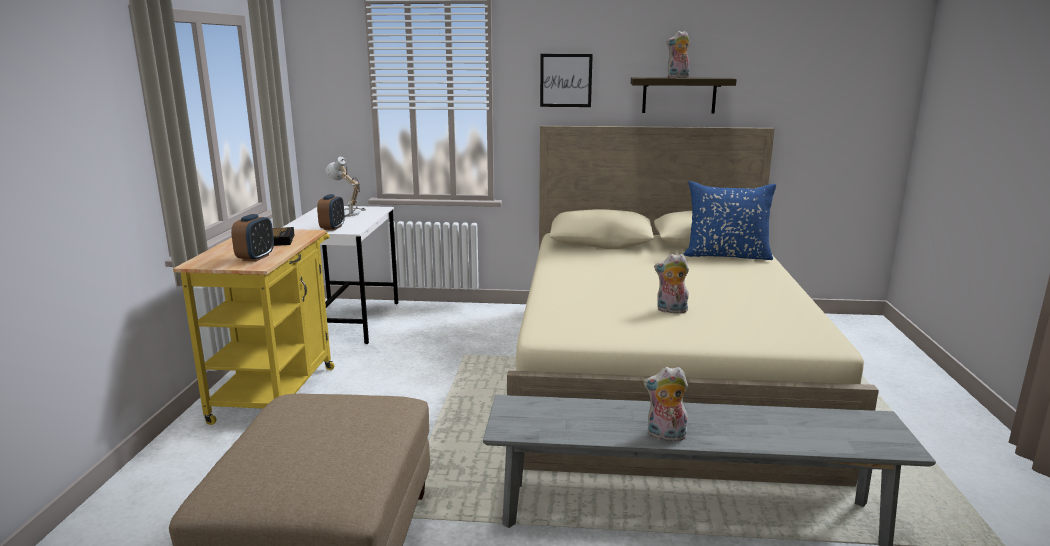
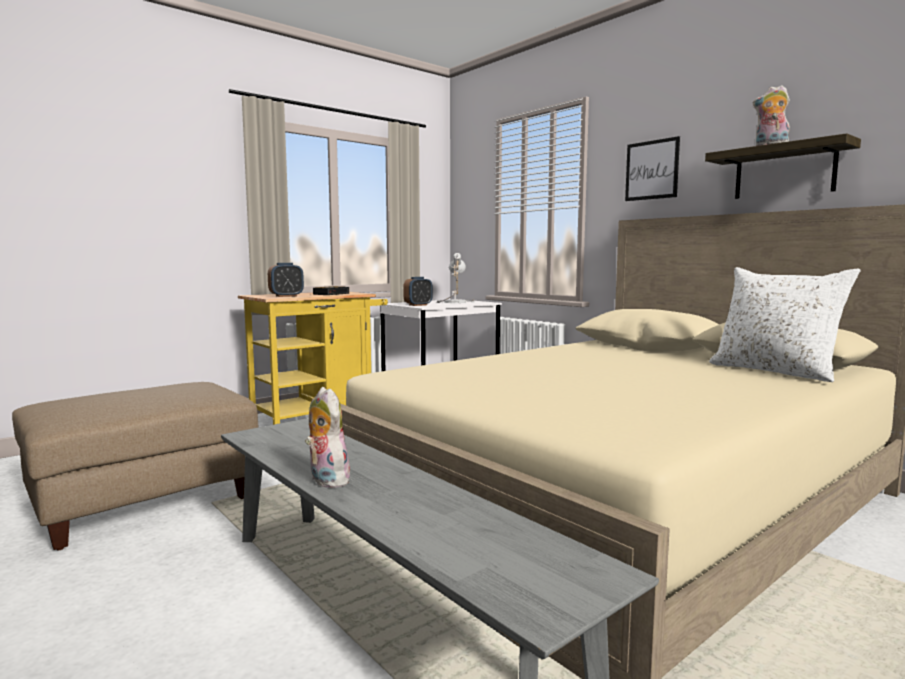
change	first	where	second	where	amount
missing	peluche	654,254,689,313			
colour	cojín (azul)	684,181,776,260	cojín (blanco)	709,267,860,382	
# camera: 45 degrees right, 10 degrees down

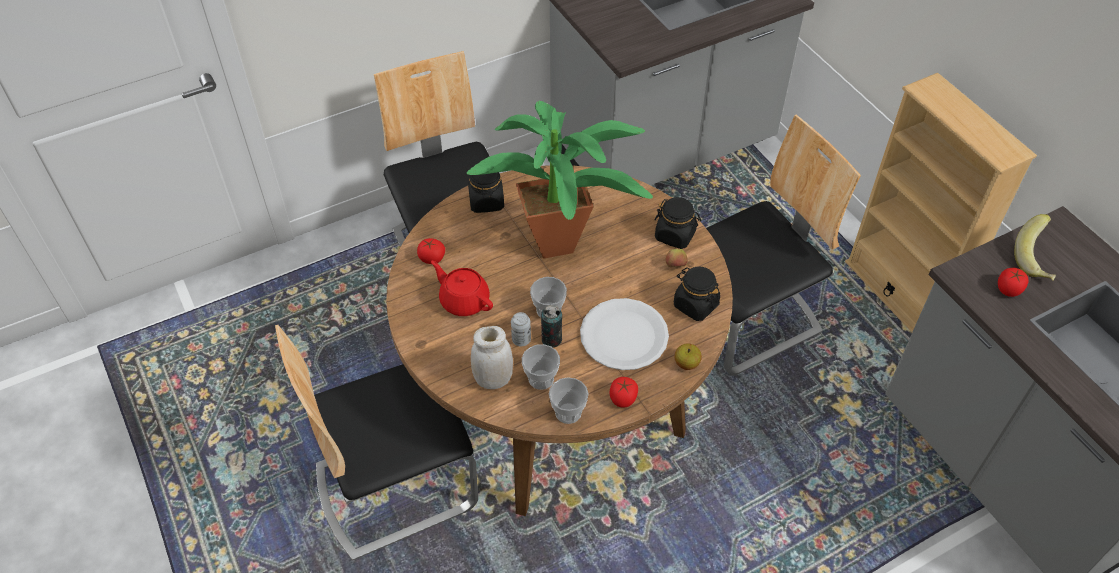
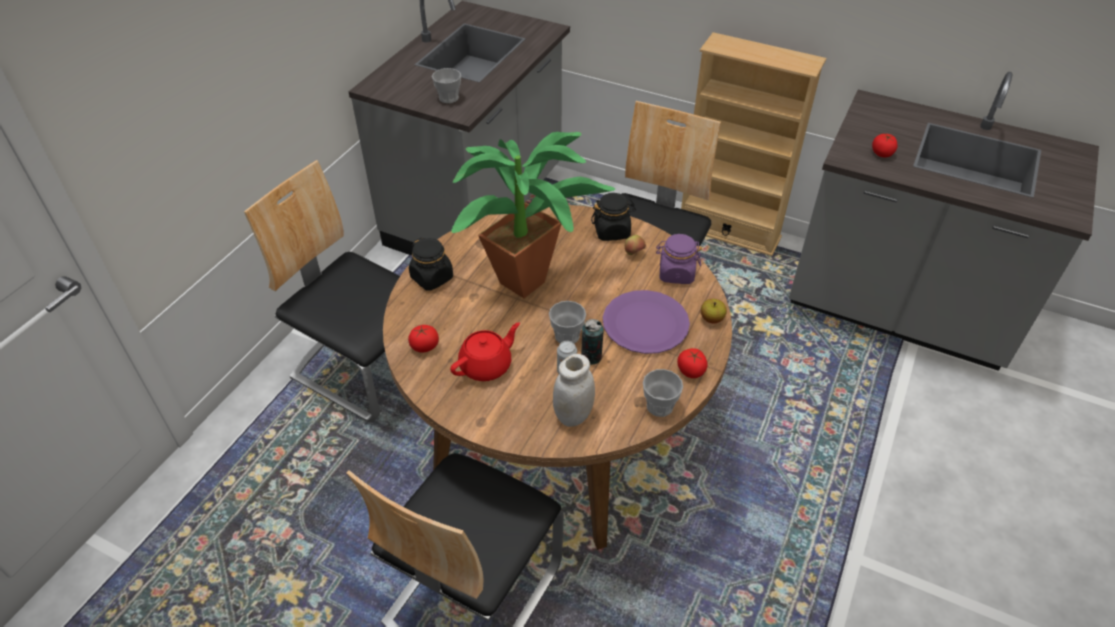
change	first	where	second	where	amount
missing	plátano	1014,214,1056,281			
relocated	taza	522,344,560,390		432,68,461,103	
colour	plato (blanco)	580,298,669,370	plato (morado)	603,290,690,354	
colour	tarro (negro)	674,267,720,321	tarro (morado)	656,234,702,284	
spun	tetera (rojo)	431,261,493,316		450,322,520,381	135 degrees clockwise
# camera: 35 degrees left, 5 degrees down

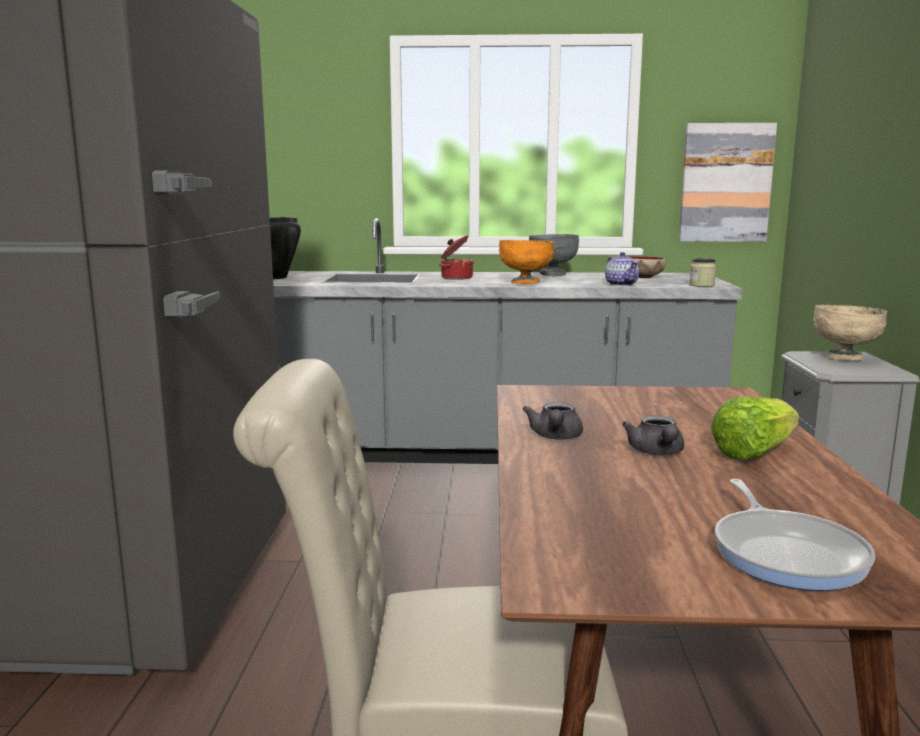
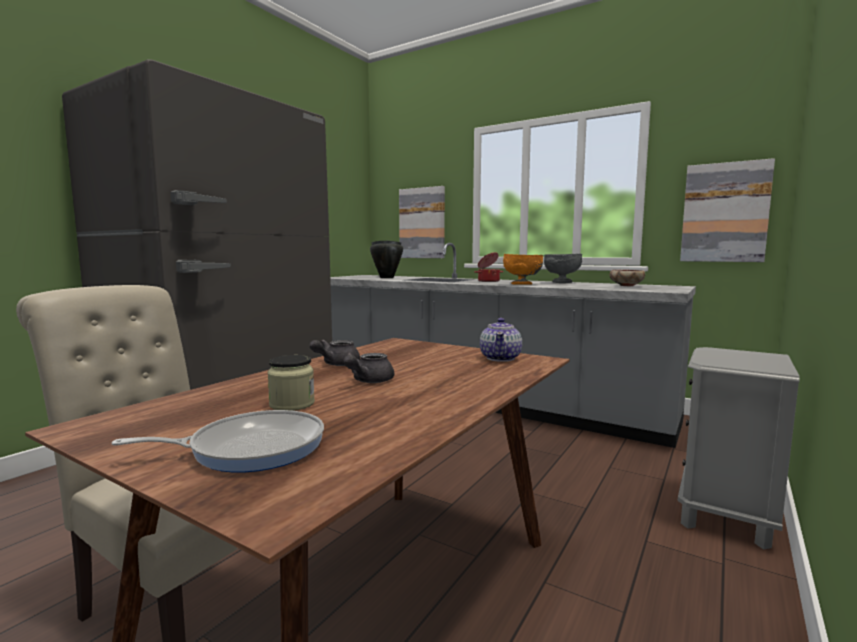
change	first	where	second	where	amount
missing	lechuga	711,397,799,460			
missing	cuenco (beis)	813,305,887,360			
appeared			cuadro	399,186,445,258	
relocated	tetera	605,252,639,286		480,318,522,362	
relocated	tarro	689,258,716,287		268,355,315,411	
spun	sartén	715,479,875,591		112,410,324,472	135 degrees counterclockwise
# camera: 30 degrees right, 5 degrees down

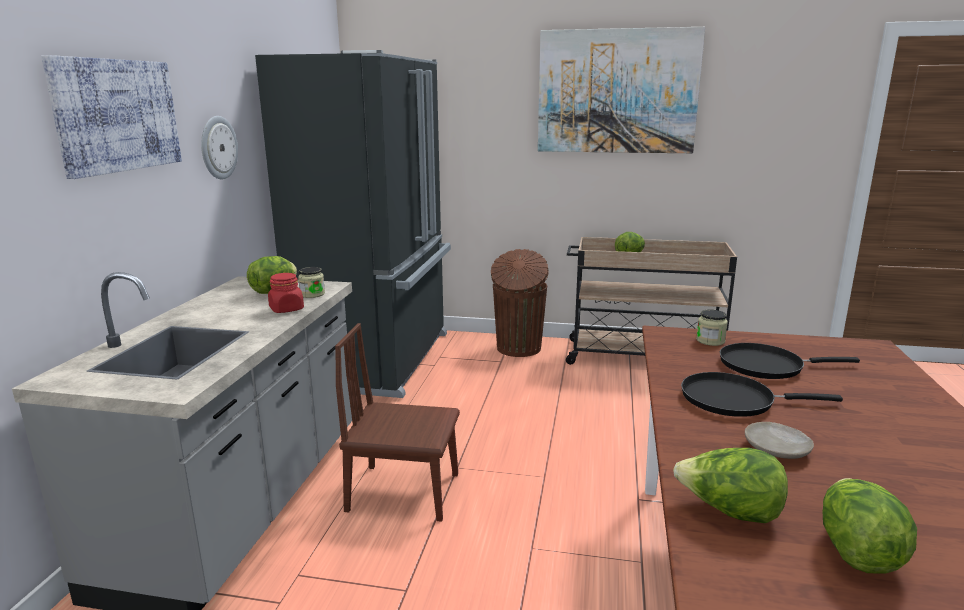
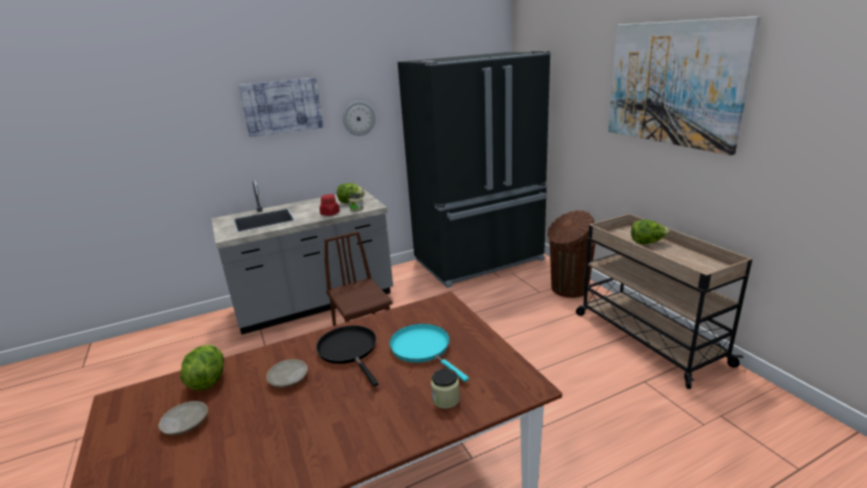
change	first	where	second	where	amount
relocated	tarro	696,309,728,346		431,368,460,409	
exchanged	lechuga	823,478,917,574	plato (beis)	158,401,208,435	
colour	sartén (negro)	720,343,860,379	sartén (turquesa)	389,324,469,382	
# camera: 55 degrees right, 5 degrees up

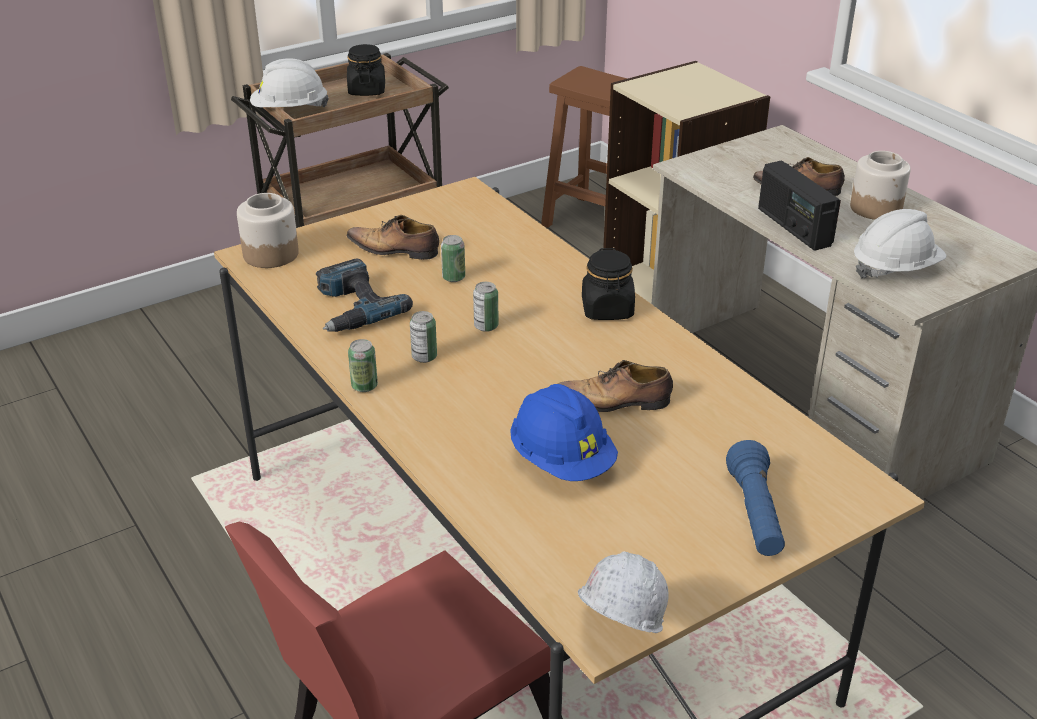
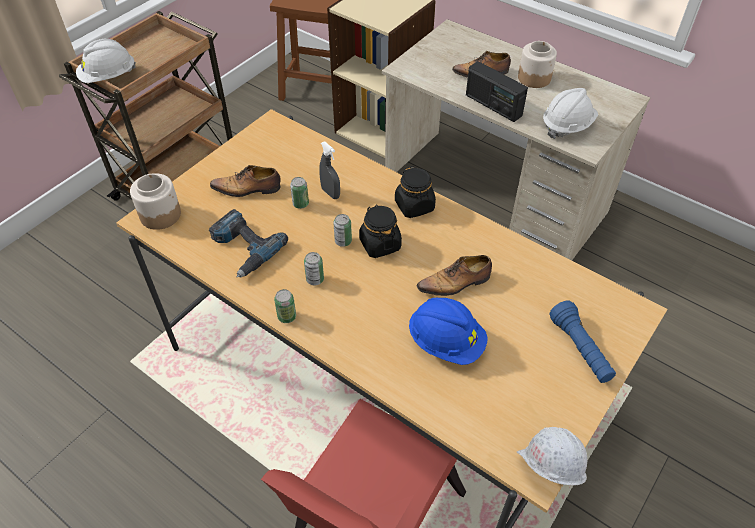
change	first	where	second	where	amount
appeared			pulverizador (gris)	319,142,340,199	
relocated	tarro (negro)	347,44,385,96		359,204,402,258	
# camera: 20 degrees left, 15 degrees up

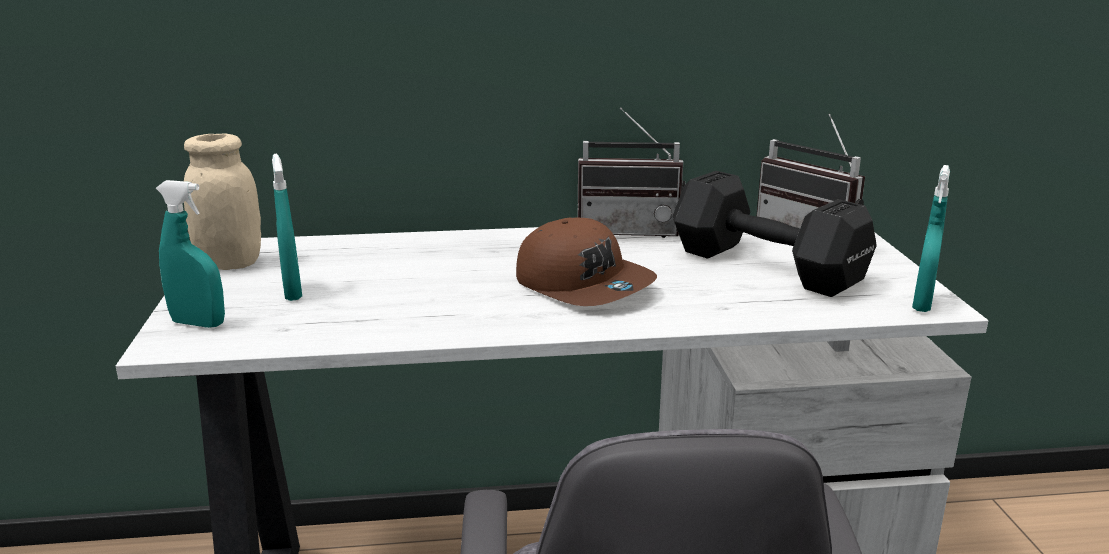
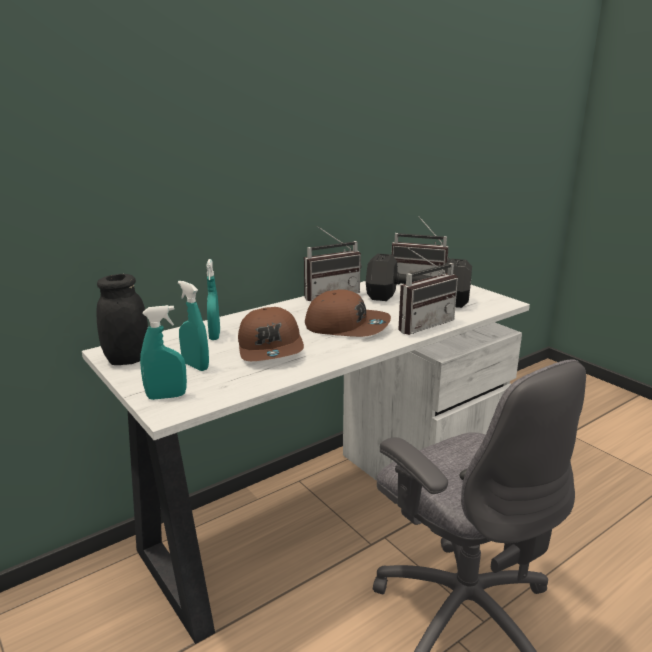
change	first	where	second	where	amount
appeared			gorra (marrón)	238,307,304,361	
appeared			radio	398,248,458,335	
relocated	pulverizador (turquesa)	912,165,950,312		206,259,220,340	
colour	tarro (beis)	184,134,261,270	tarro (negro)	96,274,148,365	
# camera: 30 degrees left, 0 degrees up

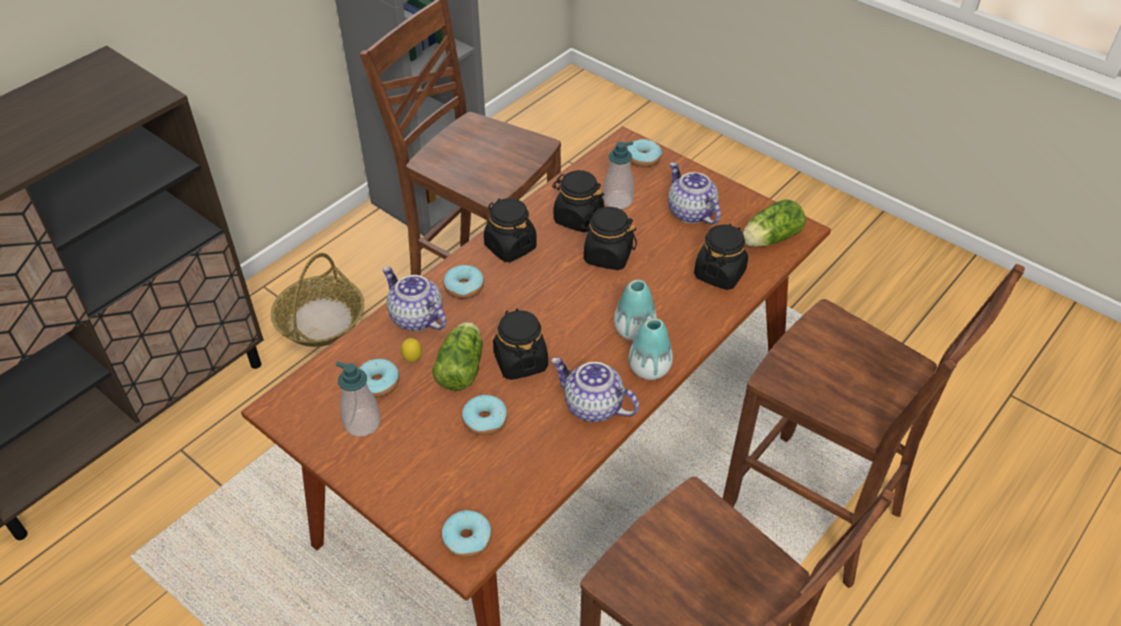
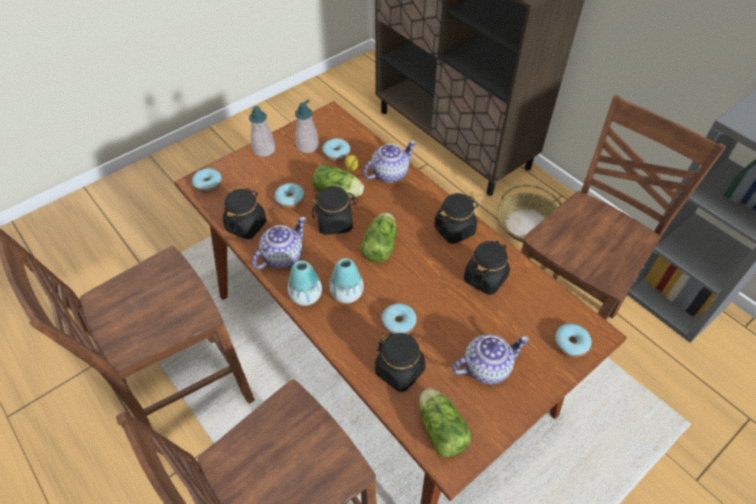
change	first	where	second	where	amount
appeared			lechuga	360,212,397,263	
relocated	rosquilla	444,265,484,299		381,303,417,334	
relocated	tarro (negro)	580,207,637,270		223,188,267,239	
relocated	dispensador de jabón	603,141,634,209		249,106,275,157	
# camera: 100 degrees right, 5 degrees up

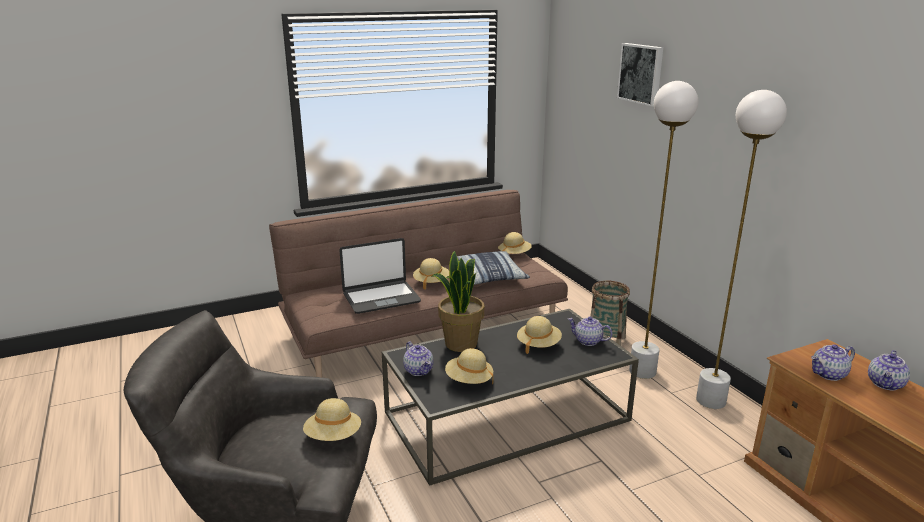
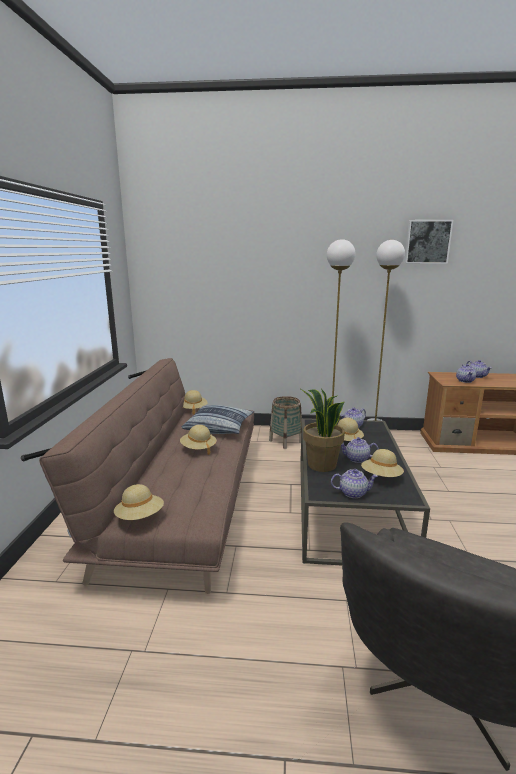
change	first	where	second	where	amount
missing	portátil	339,238,421,314			
appeared			tetera	341,437,379,463	
relocated	sombrero (beis)	303,398,361,441		114,484,164,520	
relocated	cuadro	617,43,663,107		405,220,453,264	
# camera: 60 degrees left, 5 degrees down

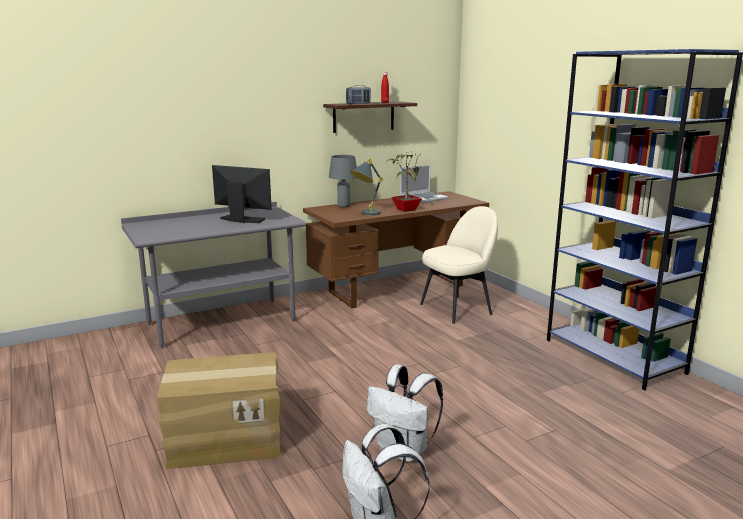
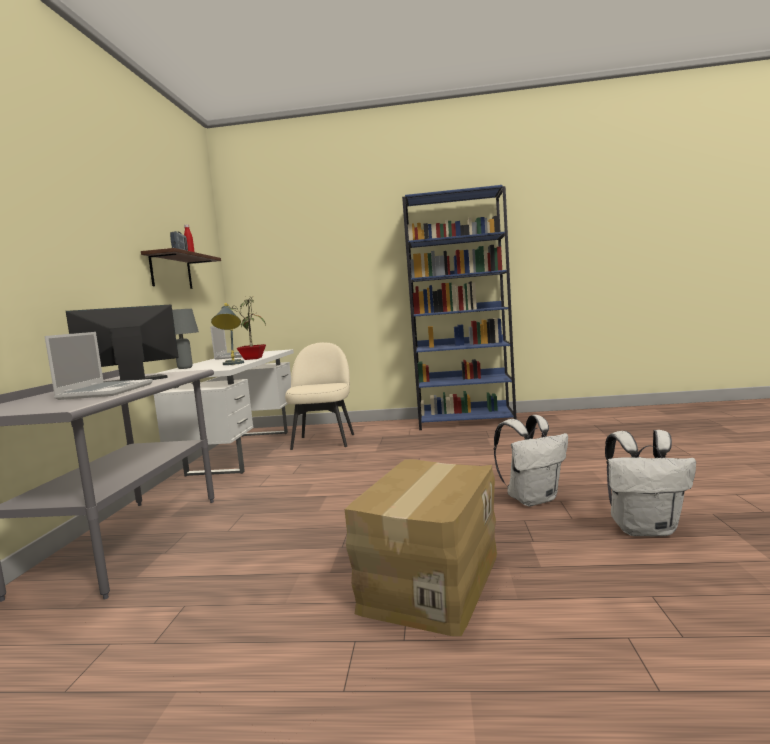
change	first	where	second	where	amount
appeared			portátil	45,332,153,400	
colour	escritorio (marrón)	303,191,489,309	escritorio (blanco)	154,349,294,476	
# camera: 55 degrees left, 10 degrees down

